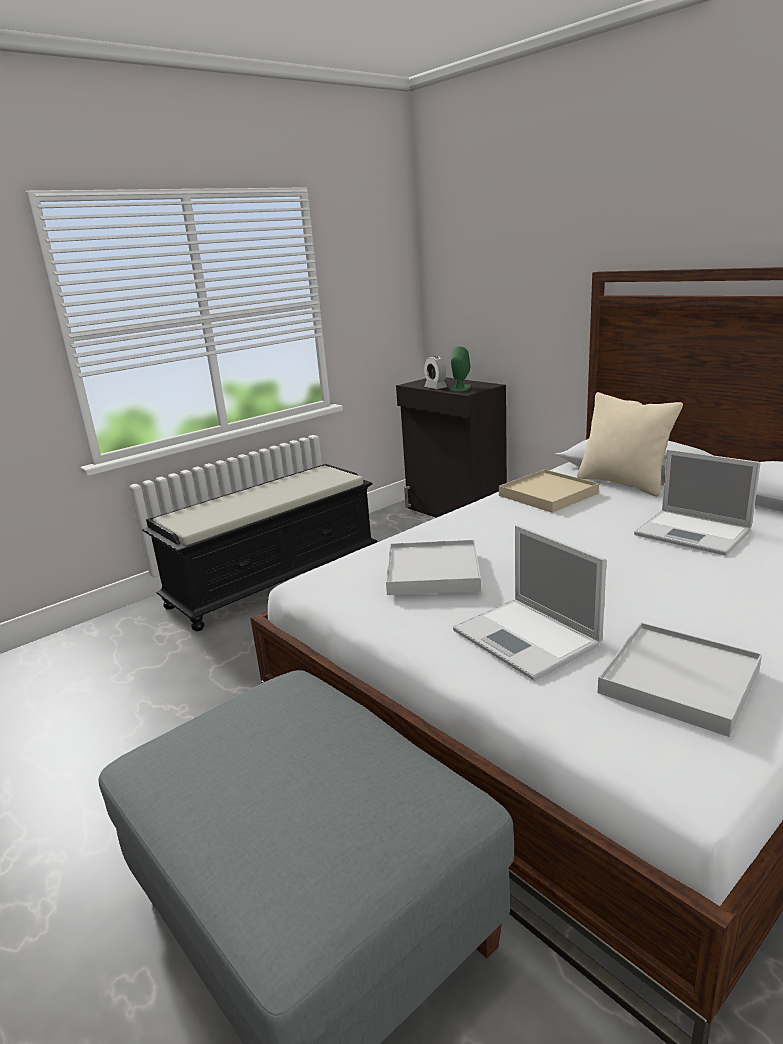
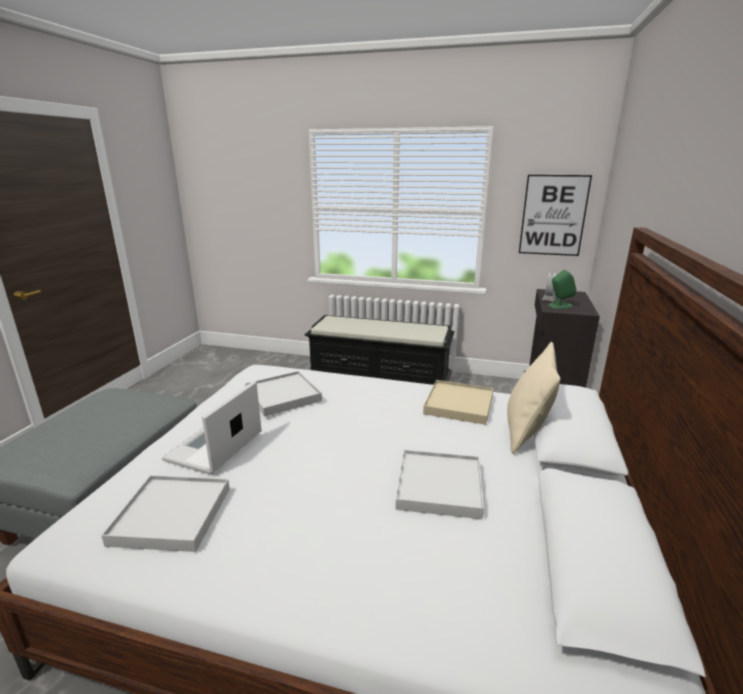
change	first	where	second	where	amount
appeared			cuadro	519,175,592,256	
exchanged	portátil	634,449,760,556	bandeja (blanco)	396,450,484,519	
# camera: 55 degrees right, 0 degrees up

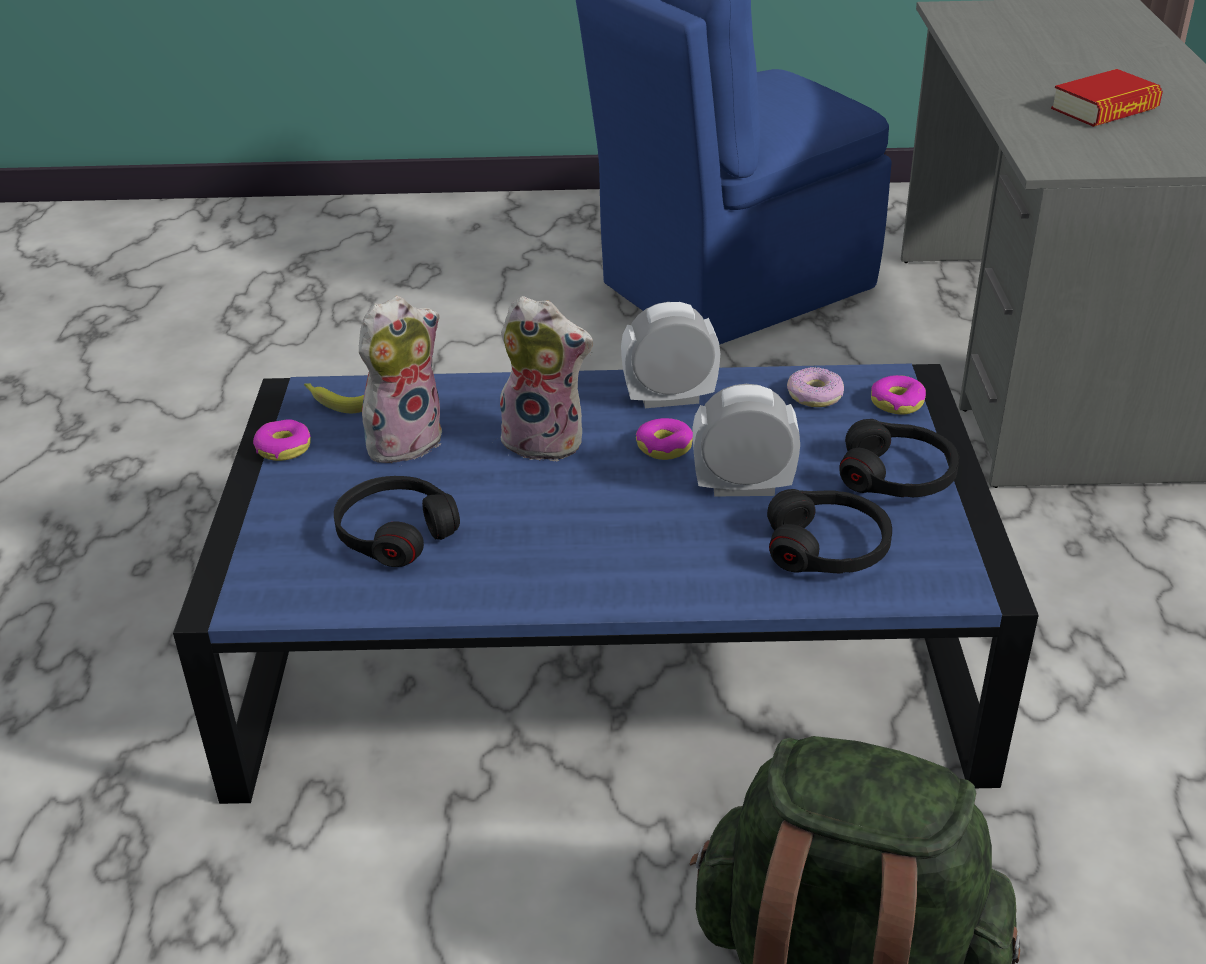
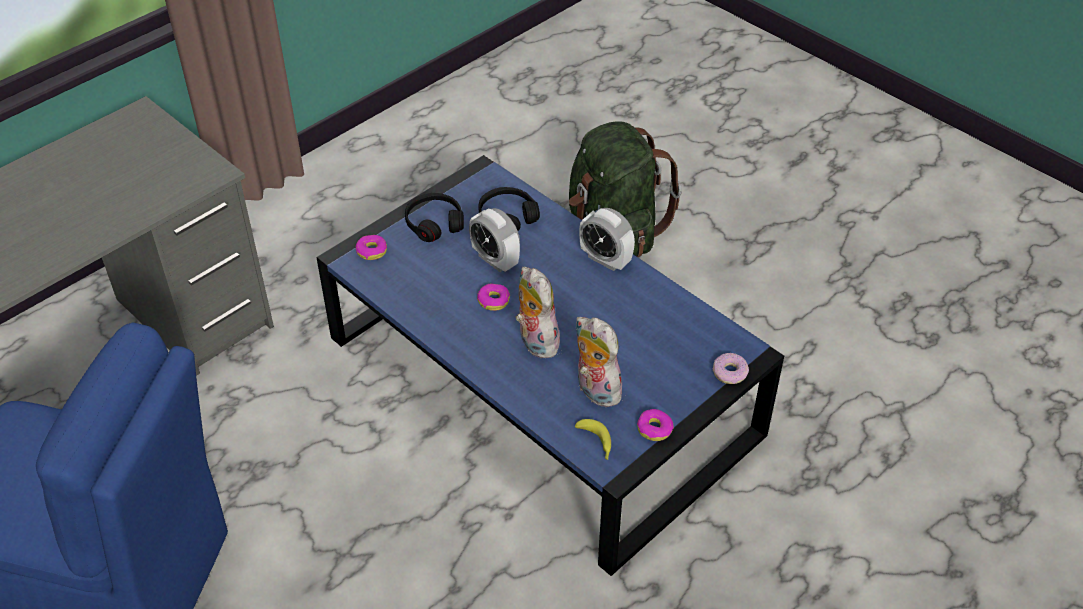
change	first	where	second	where	amount
missing	auriculares (negro)	334,476,460,567			
missing	libro	1051,69,1163,127			
relocated	despertador	621,302,720,408		579,208,635,271	
relocated	rosquilla	787,367,844,407		713,353,749,384	
spun	peluche	359,296,442,466		575,317,625,407	45 degrees clockwise
# camera: 135 degrees left, 10 degrees up

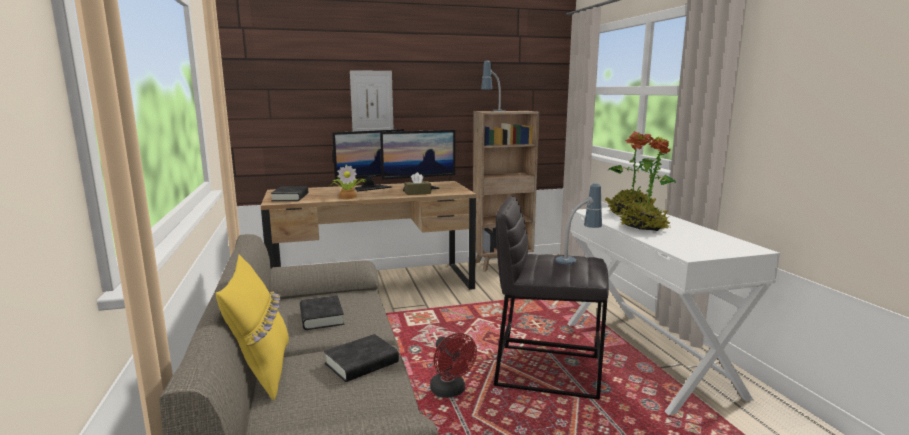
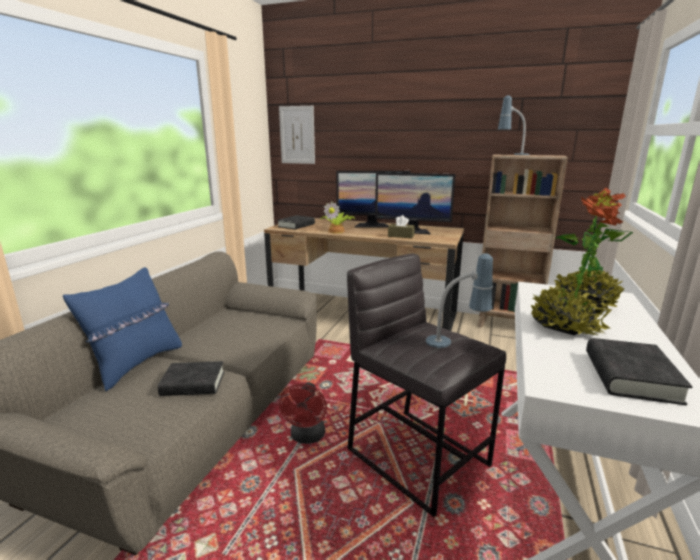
change	first	where	second	where	amount
relocated	libro (negro)	300,295,344,330		586,338,692,405	
relocated	cuadro	350,70,394,131		279,106,315,164	
colour	cojín (amarillo)	216,255,289,401	cojín (azul)	63,267,182,391	
# camera: 35 degrees right, 5 degrees up

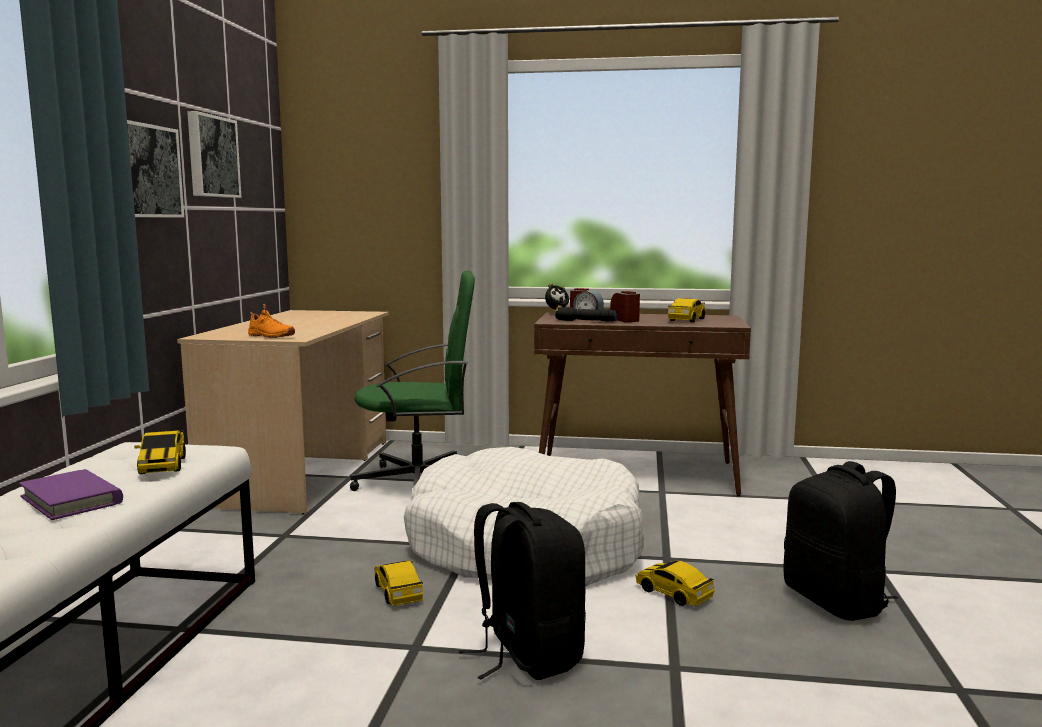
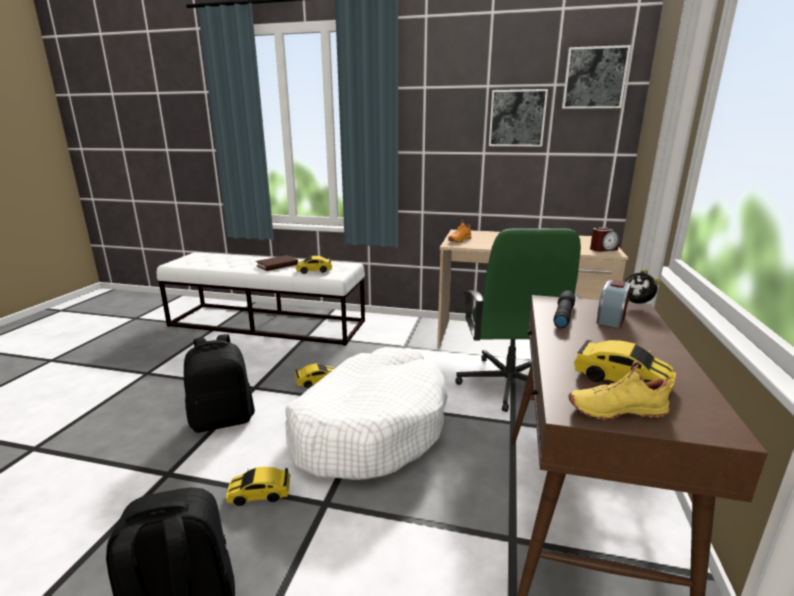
change	first	where	second	where	amount
appeared			zapato (amarillo)	569,361,675,419	
relocated	cuadro	127,120,184,217		562,45,631,109	
relocated	despertador	610,291,640,322		590,227,620,252	
colour	libro (morado)	19,469,123,520	libro (marrón)	256,255,298,271	
spun	coche de juguete	636,561,715,606		226,467,290,506	150 degrees counterclockwise
# camera: 95 degrees right, 10 degrees up

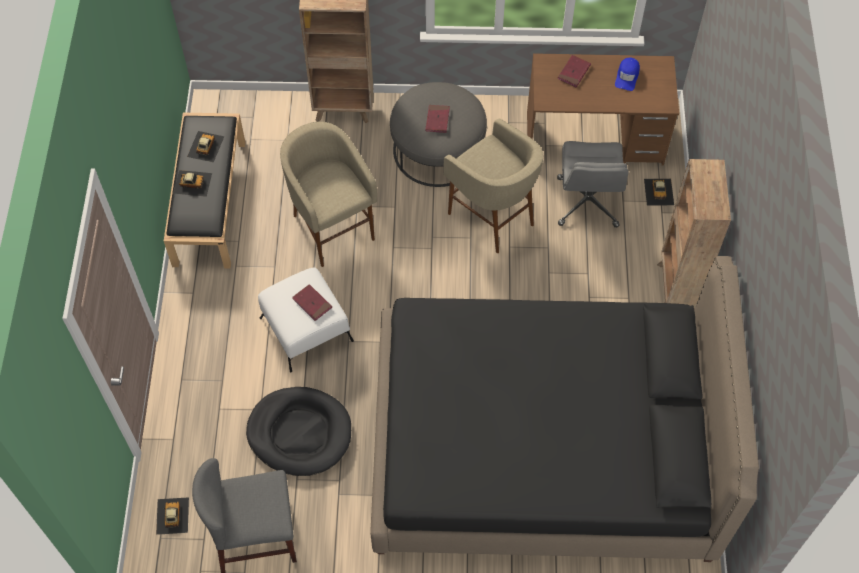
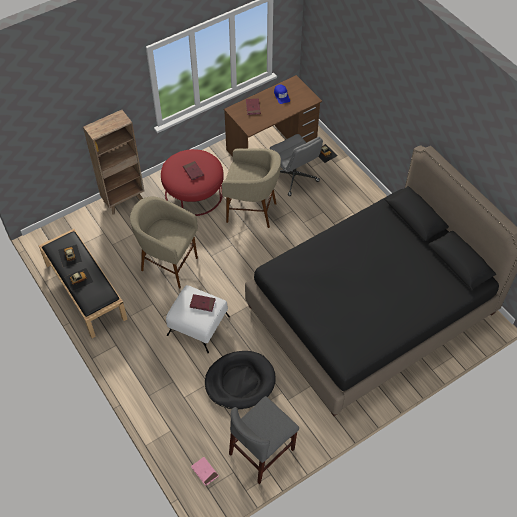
change	first	where	second	where	amount
missing	estantería (marrón)	657,159,731,310			
exchanged	coche de juguete	156,497,189,535	libro (rosa)	191,457,219,486	
colour	puf (gris)	390,82,487,187	puf (rojo)	161,149,224,216	
# camera: 35 degrees left, 5 degrees down

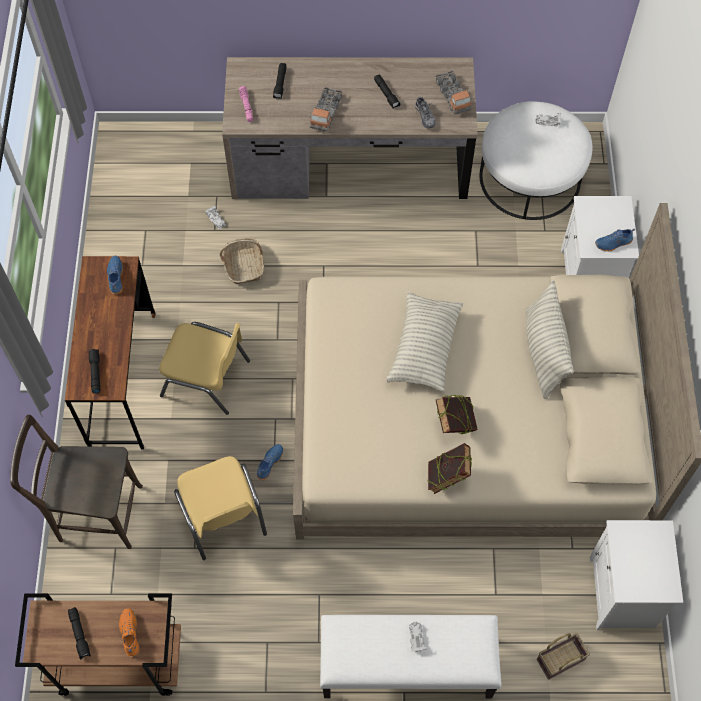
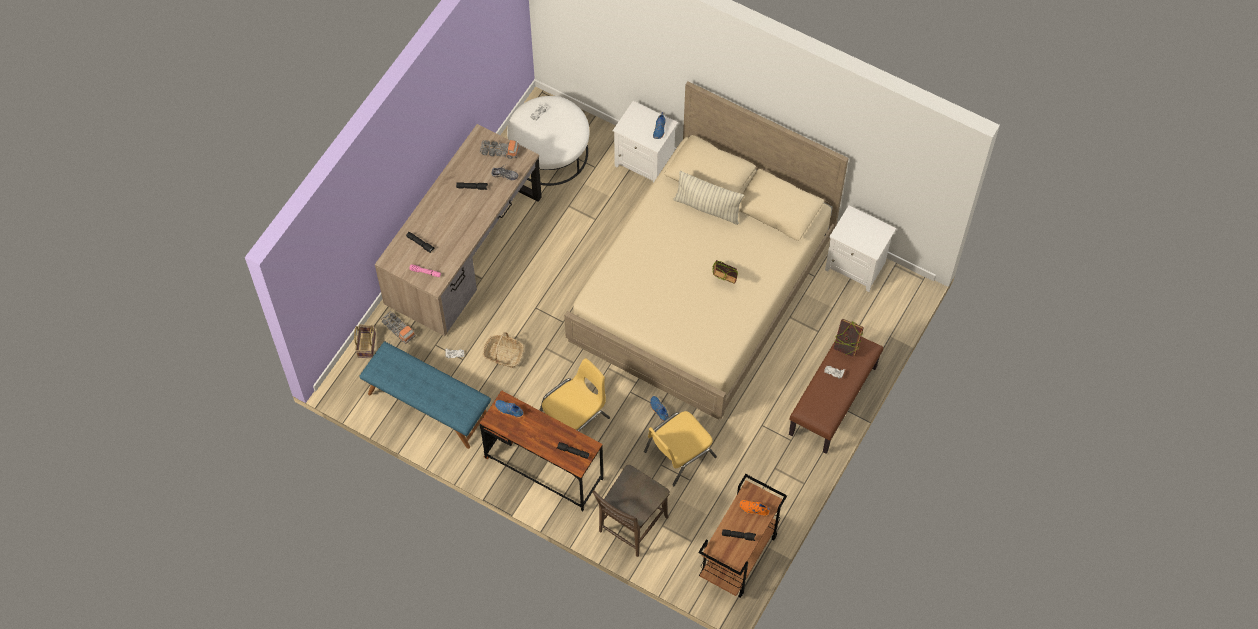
change	first	where	second	where	amount
missing	cojín	387,292,463,392			
appeared			banco (azul)	359,342,491,449	
relocated	camión de juguete	309,87,342,132		381,311,416,344	
relocated	libro	427,443,472,494		833,319,864,357	
relocated	cesta	537,633,590,680		354,324,376,358	
colour	banco (blanco)	320,615,502,699	banco (marrón)	789,336,883,454	
spun	silla (amarillo)	174,456,267,560		644,411,717,486	135 degrees clockwise
# camera: 60 degrees left, 0 degrees up

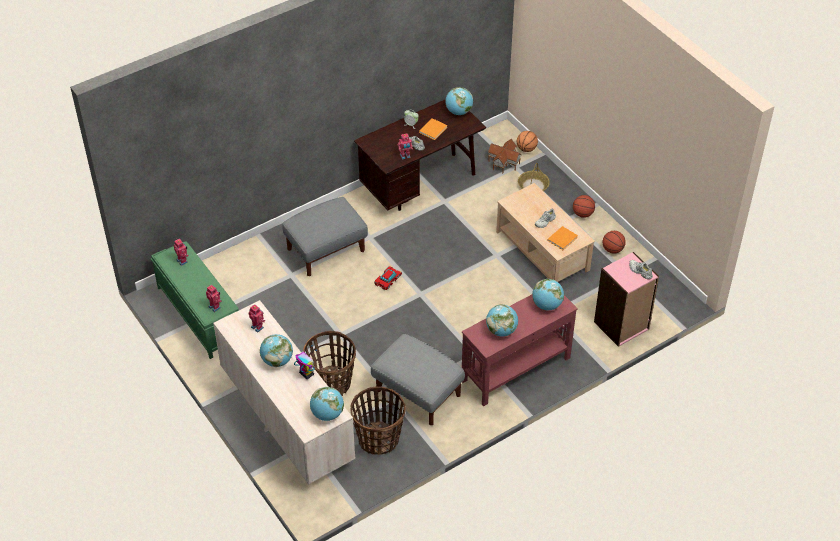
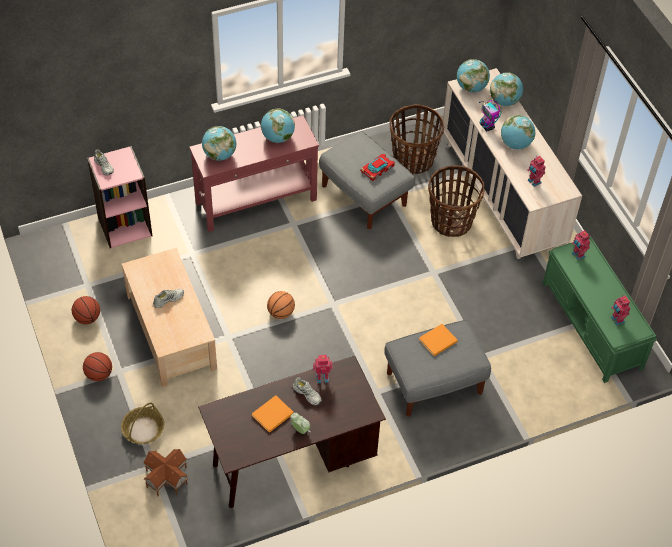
change	first	where	second	where	amount
relocated	coche de juguete	374,266,402,290		361,154,395,181	
relocated	globo terráqueo	445,87,473,115		490,72,523,106	
relocated	balón de baloncesto	517,131,538,152		267,291,295,319	
relocated	libro (naranja)	548,226,578,250		419,324,458,356	
# camera: 170 degrees left, 5 degrees up

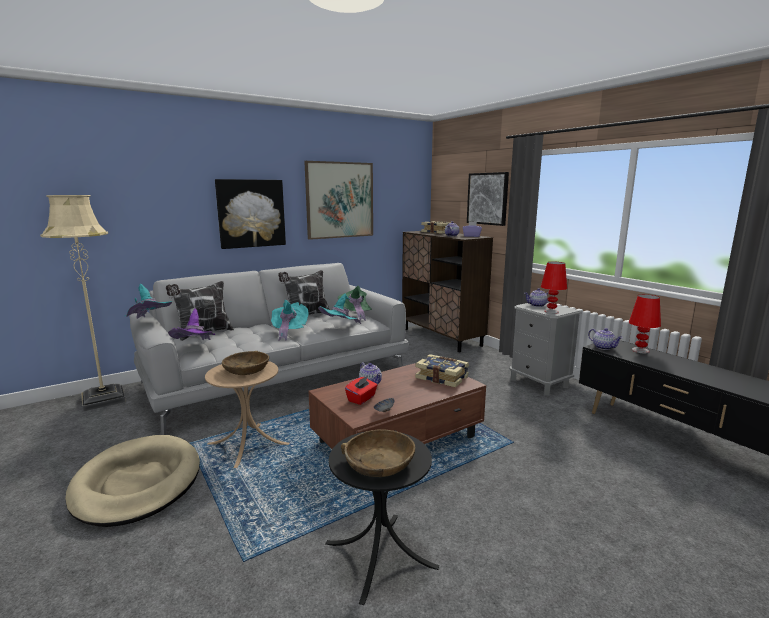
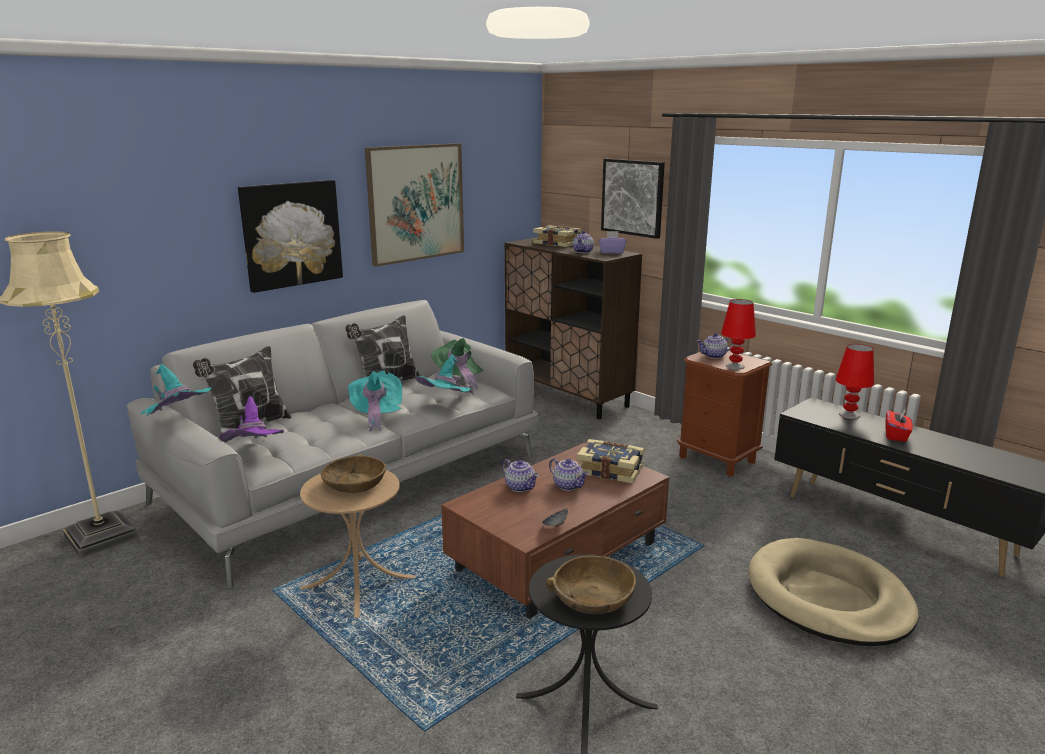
change	first	where	second	where	amount
relocated	cama para perro (beis)	65,435,200,527		748,538,919,646	
relocated	caja de pañuelos (rojo)	345,376,378,405		885,409,913,442	
relocated	tetera	588,328,623,350		549,458,589,491	
colour	mesita de noche (gris)	509,303,581,395	mesita de noche (marrón)	677,351,772,476	
# camera: 10 degrees left, 5 degrees up

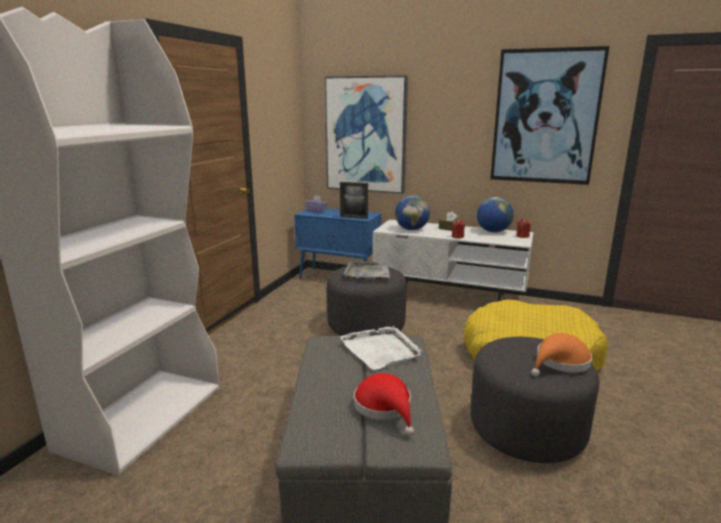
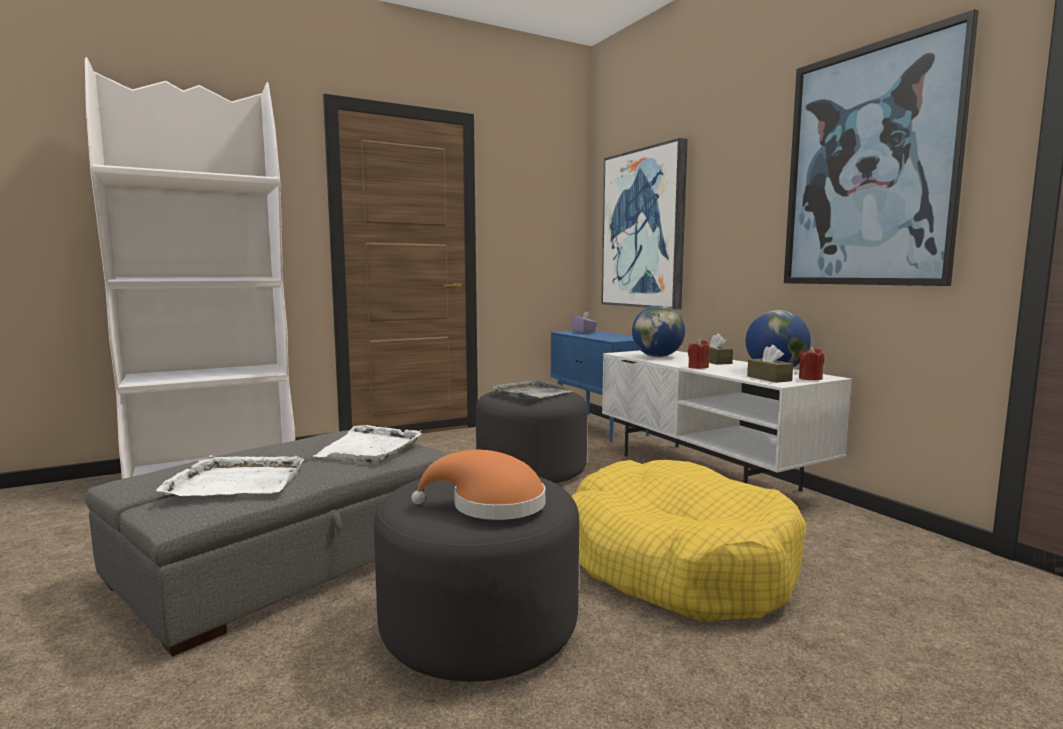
change	first	where	second	where	amount
missing	portarretratos	340,182,368,219			
appeared			caja de pañuelos (marrón)	747,345,793,383	
exchanged	sombrero (rojo)	354,373,414,436	bandeja (blanco)	156,455,305,496	
# camera: 40 degrees right, 10 degrees down

